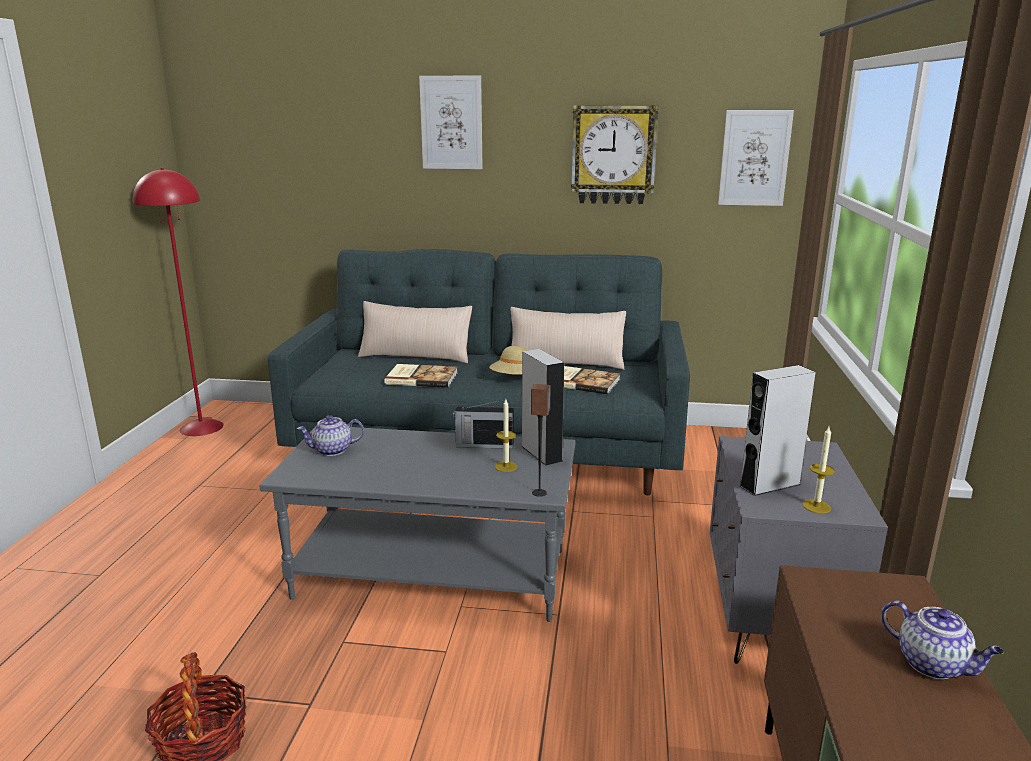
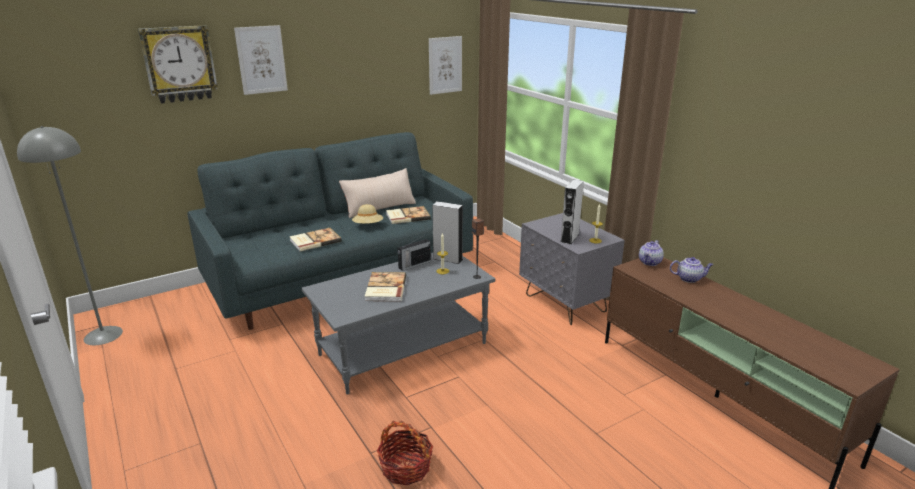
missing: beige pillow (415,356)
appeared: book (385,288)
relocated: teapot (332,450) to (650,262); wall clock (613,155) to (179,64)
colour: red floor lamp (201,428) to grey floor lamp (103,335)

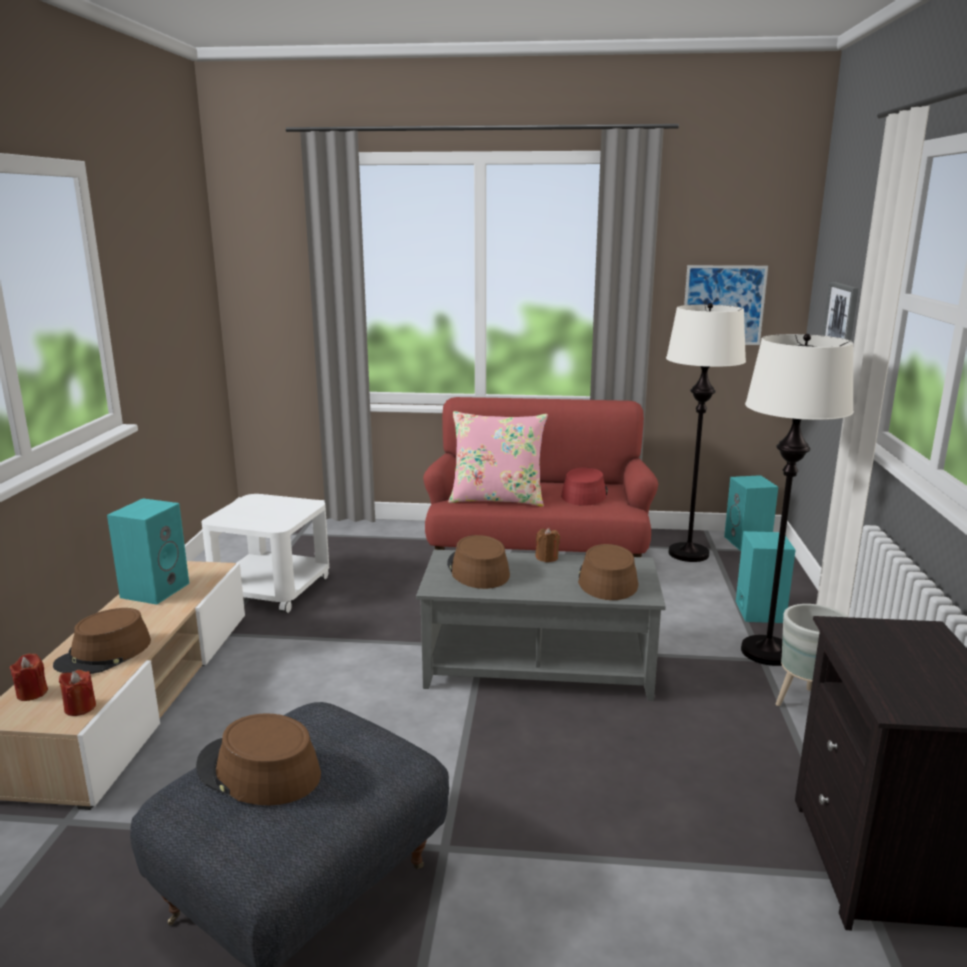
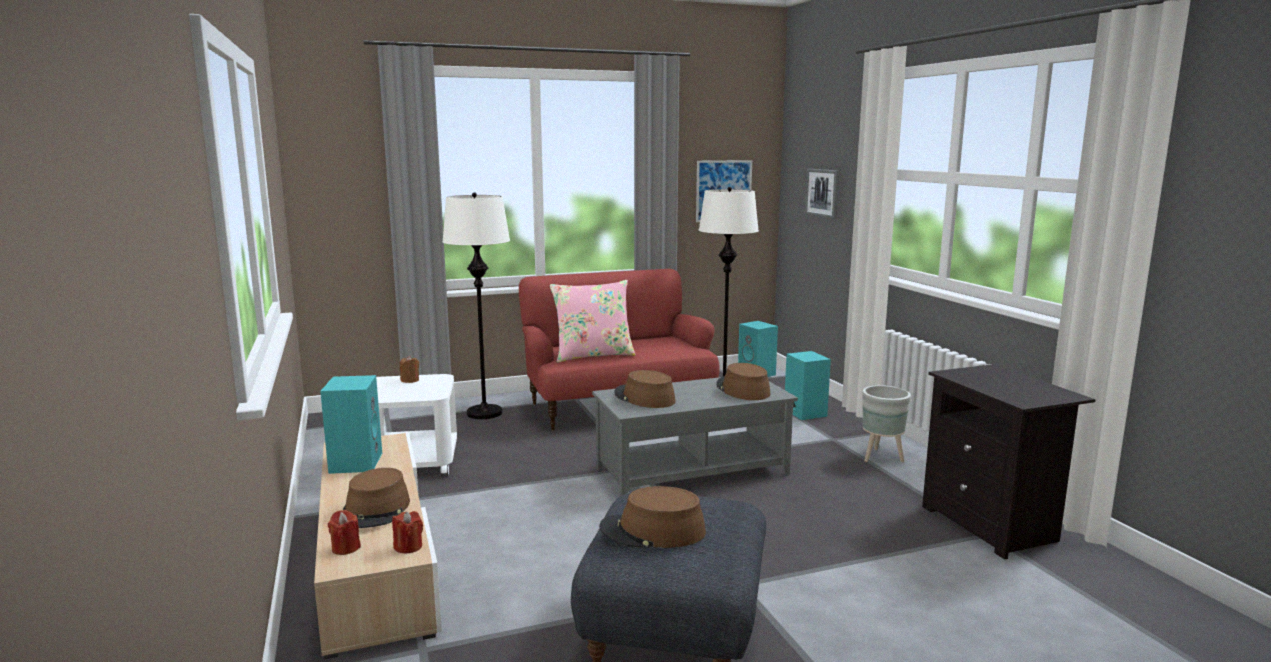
missing: red hat (584,494)
relocated: brown candle (547,558) to (410,380); white floor lamp (767,652) to (484,413)

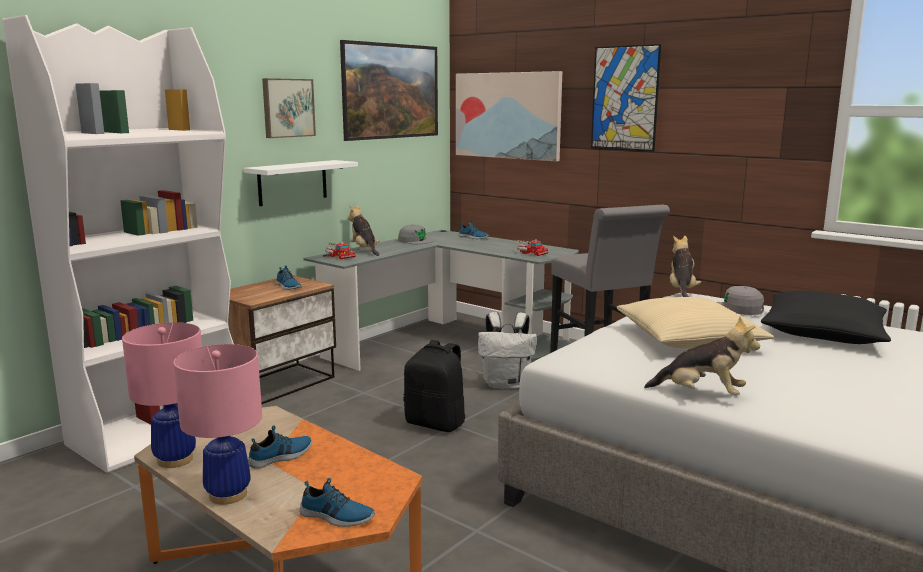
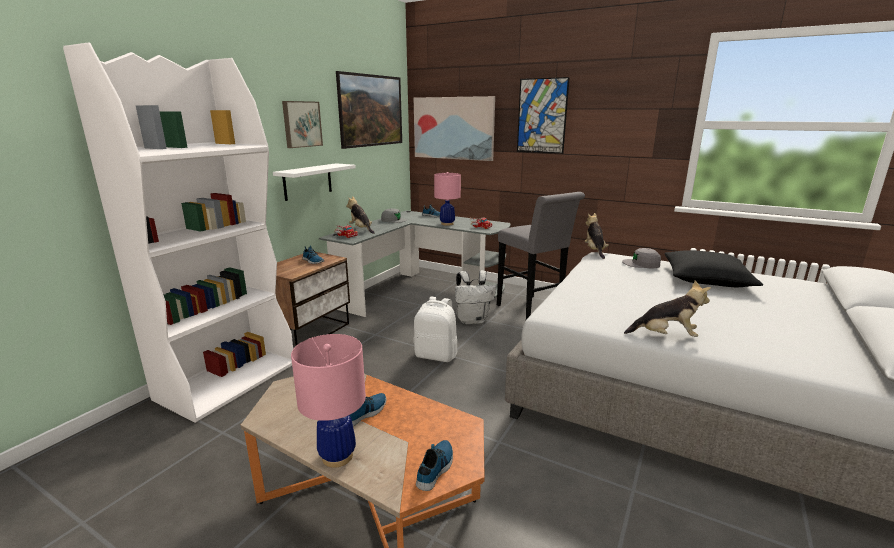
missing: beige pillow (688,338)
relocated: pink table lamp (175,460) to (447,224)
colour: black backpack (436,423) to white backpack (436,355)
spun: shoe (336,516) = (436,468) 75 degrees counterclockwise

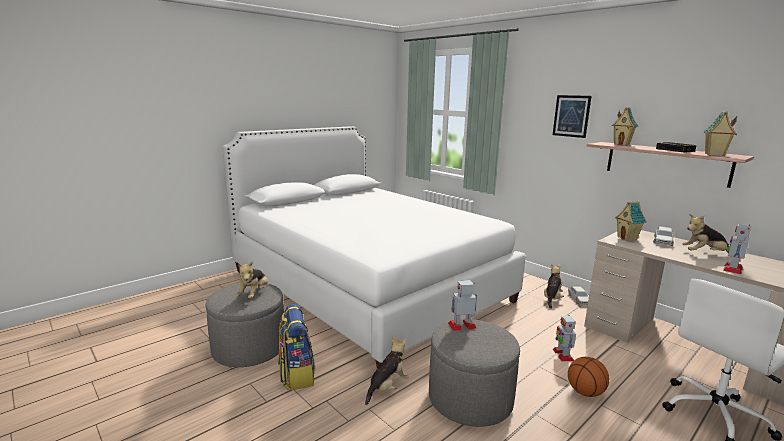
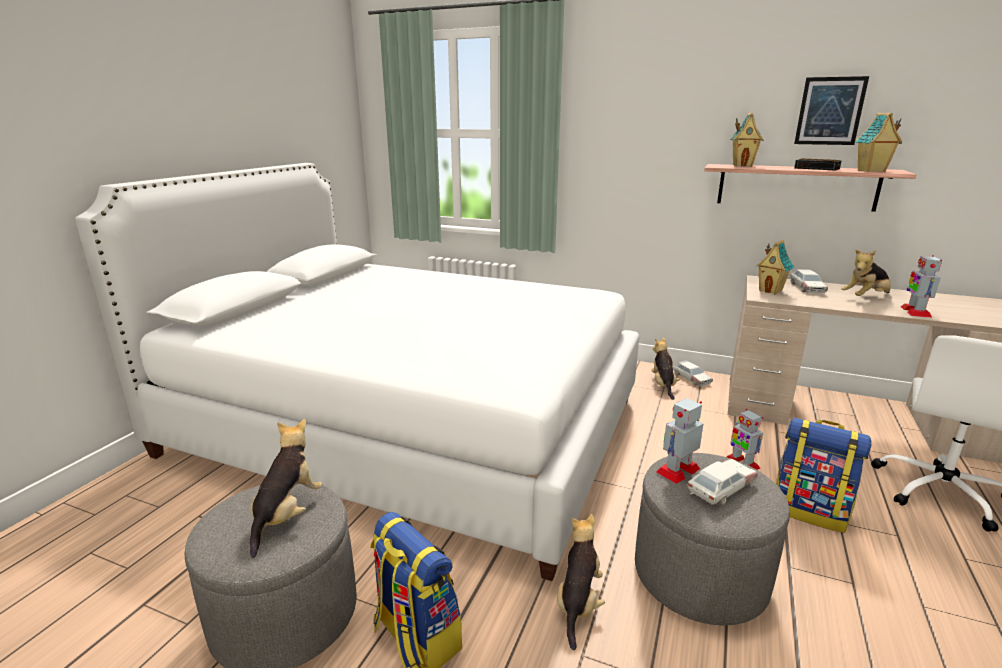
appeared: toy car (721,488)
relocated: picture (571,116) to (830,111)
exchanged: basketball (585,392) to backpack (810,511)
spun: plush toy (254,294) = (287,514) 150 degrees counterclockwise

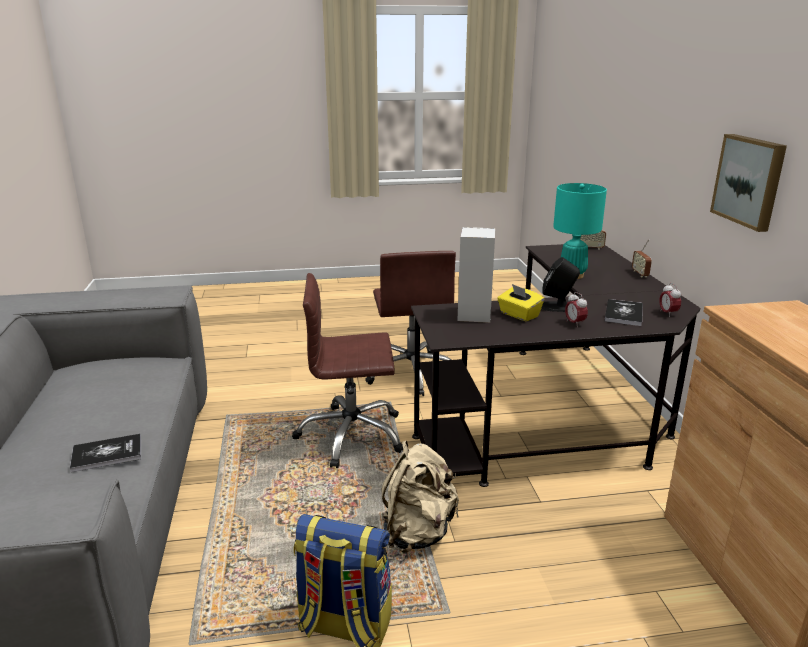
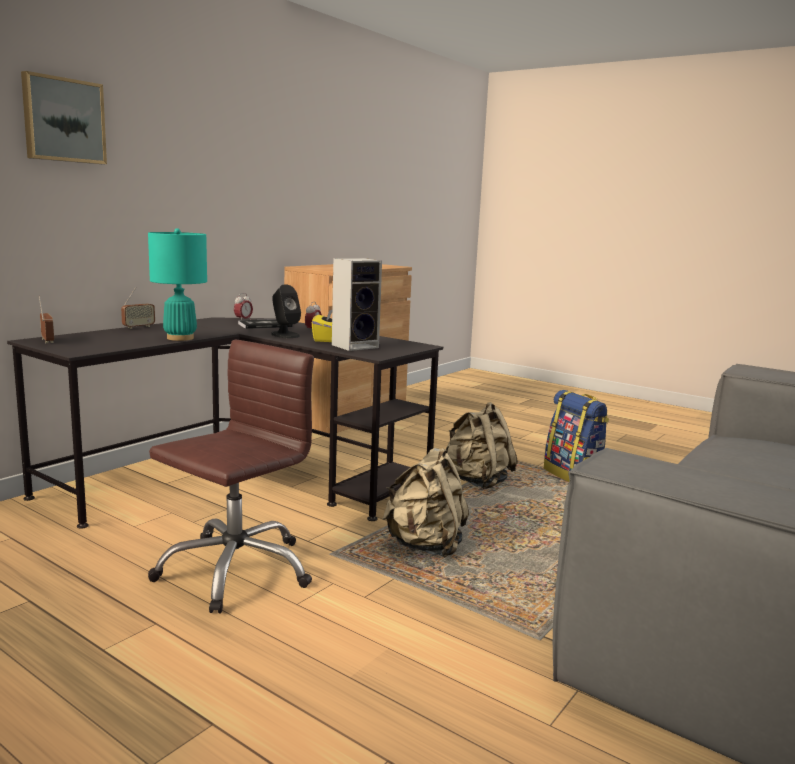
missing: book (107,454)
relocated: picture (750,181) to (63,120)
exchanged: brown office chair (351,435) to beige backpack (426,546)

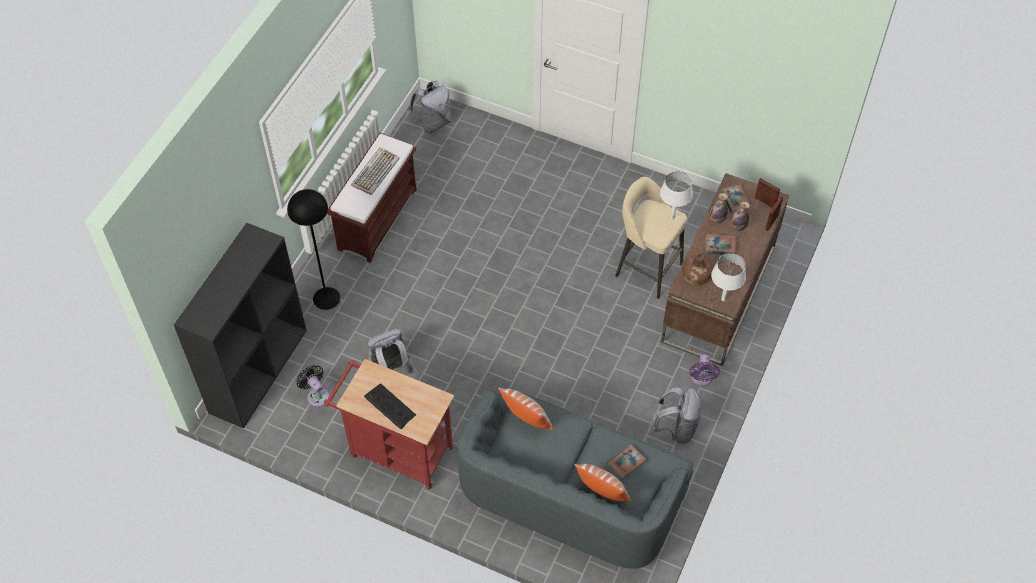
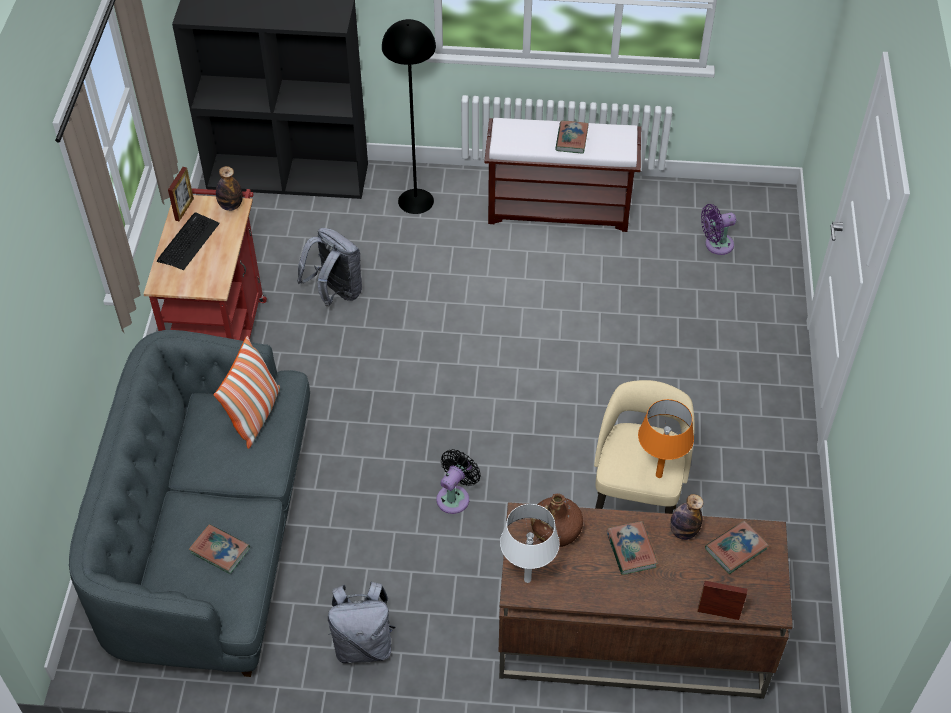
missing: grey backpack (433,123); pillow (602,493)
relocated: black fan (317,395) to (455,497); purple fan (701,378) to (716,245); bottle (737,226) to (231,206); picture frame (764,202) to (184,209)
exchanged: keyboard (375,171) to book (571,139)
colour: white table lamp (672,217) to orange table lamp (659,475)

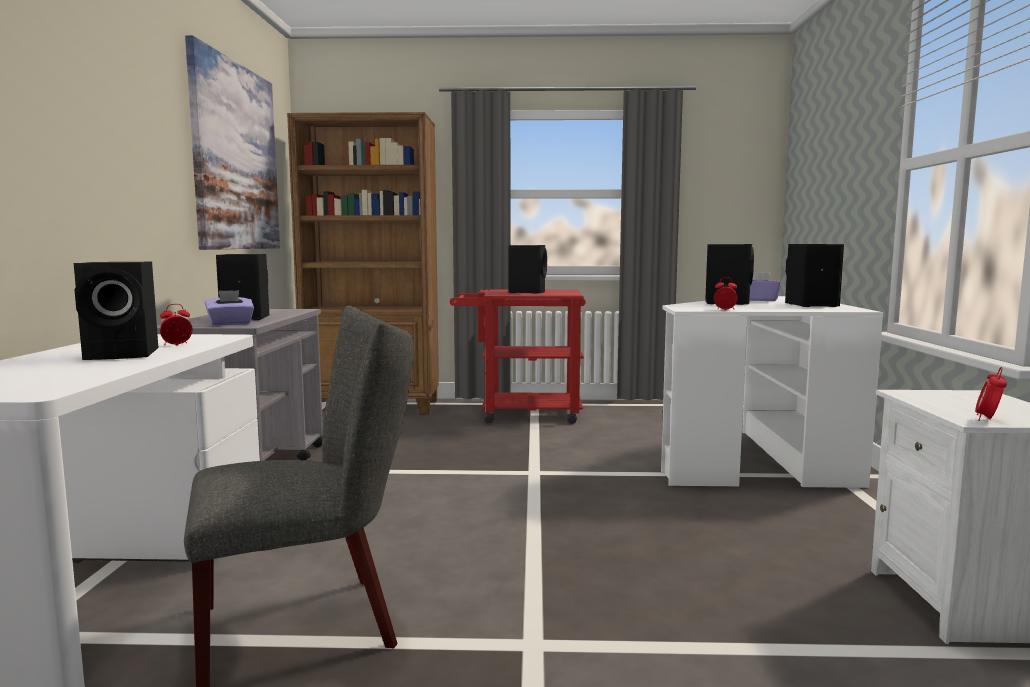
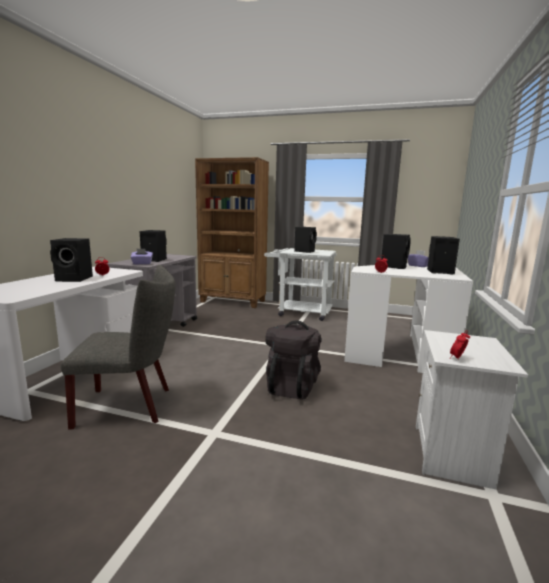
missing: picture (235,157)
appeared: black backpack (292,385)
colour: red cart (520,413) to white cart (299,312)

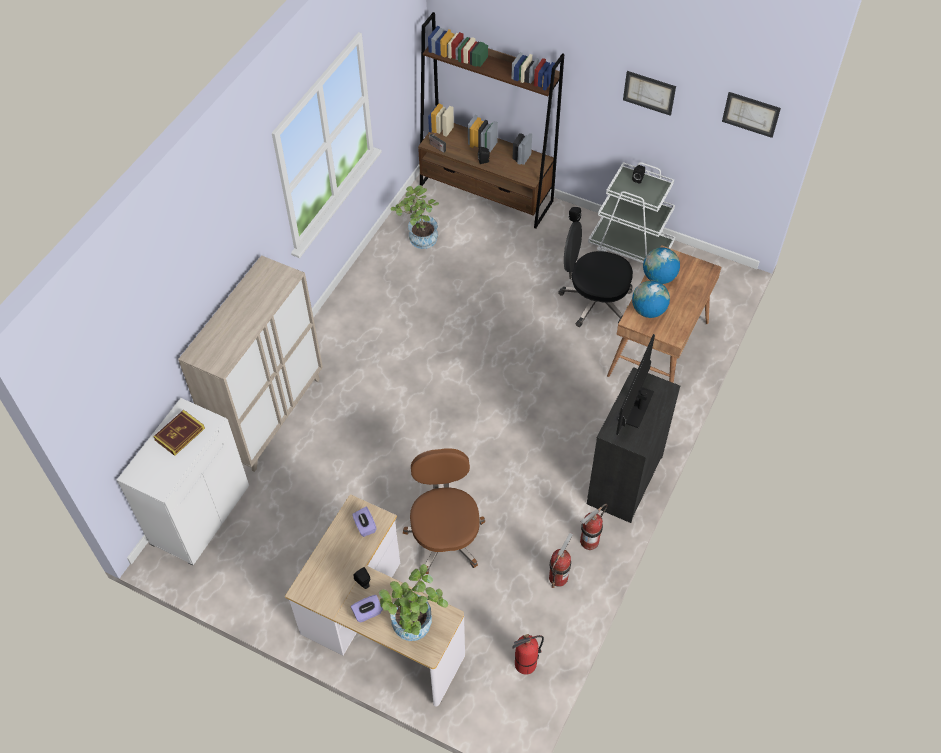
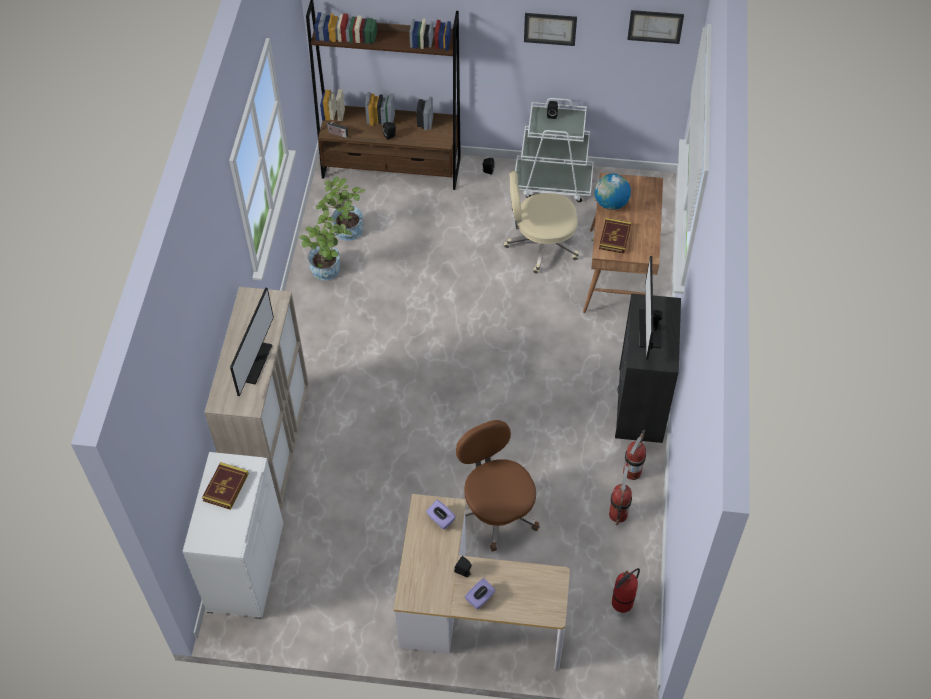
appeared: monitor (253,362)
relocated: potted plant (414,628) to (329,271)
exchanged: globe (648,310) to book (614,237)
colour: black office chair (594,301) to beige office chair (541,245)

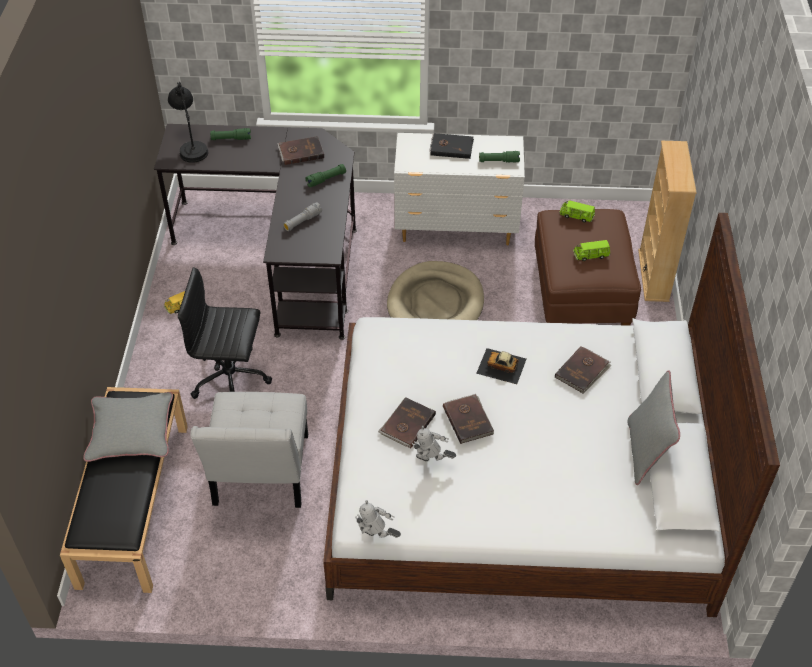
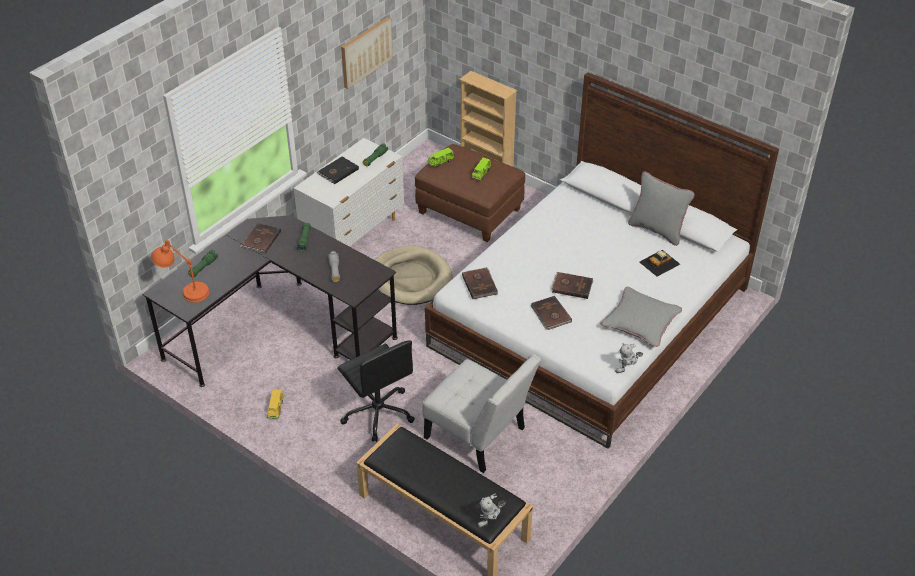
appeared: picture (366,52)
relocated: grey pillow (131,432) to (640,321); toy robot (432,462) to (491,522); toy car (501,366) to (659,263); brown book (582,371) to (480,284)
colour: black table lamp (190,145) to orange table lamp (184,291)
spun: black office chair (232,380) = (378,412) 75 degrees counterclockwise

